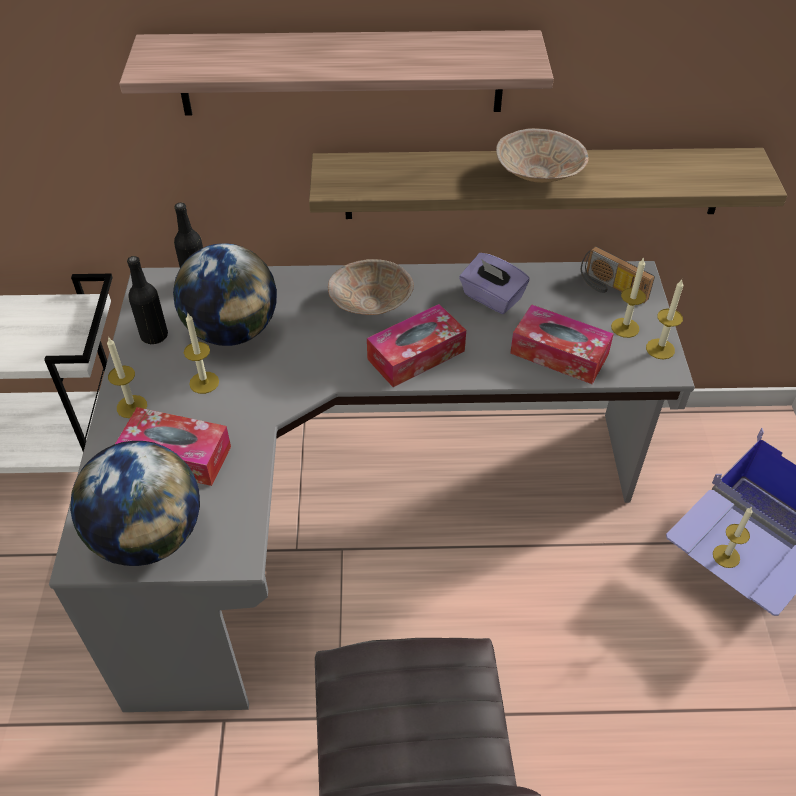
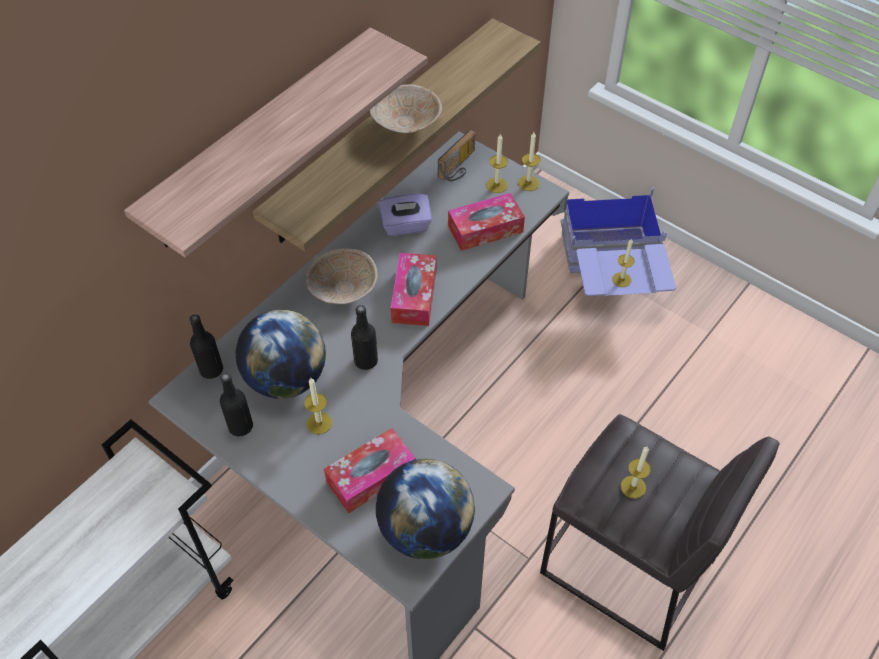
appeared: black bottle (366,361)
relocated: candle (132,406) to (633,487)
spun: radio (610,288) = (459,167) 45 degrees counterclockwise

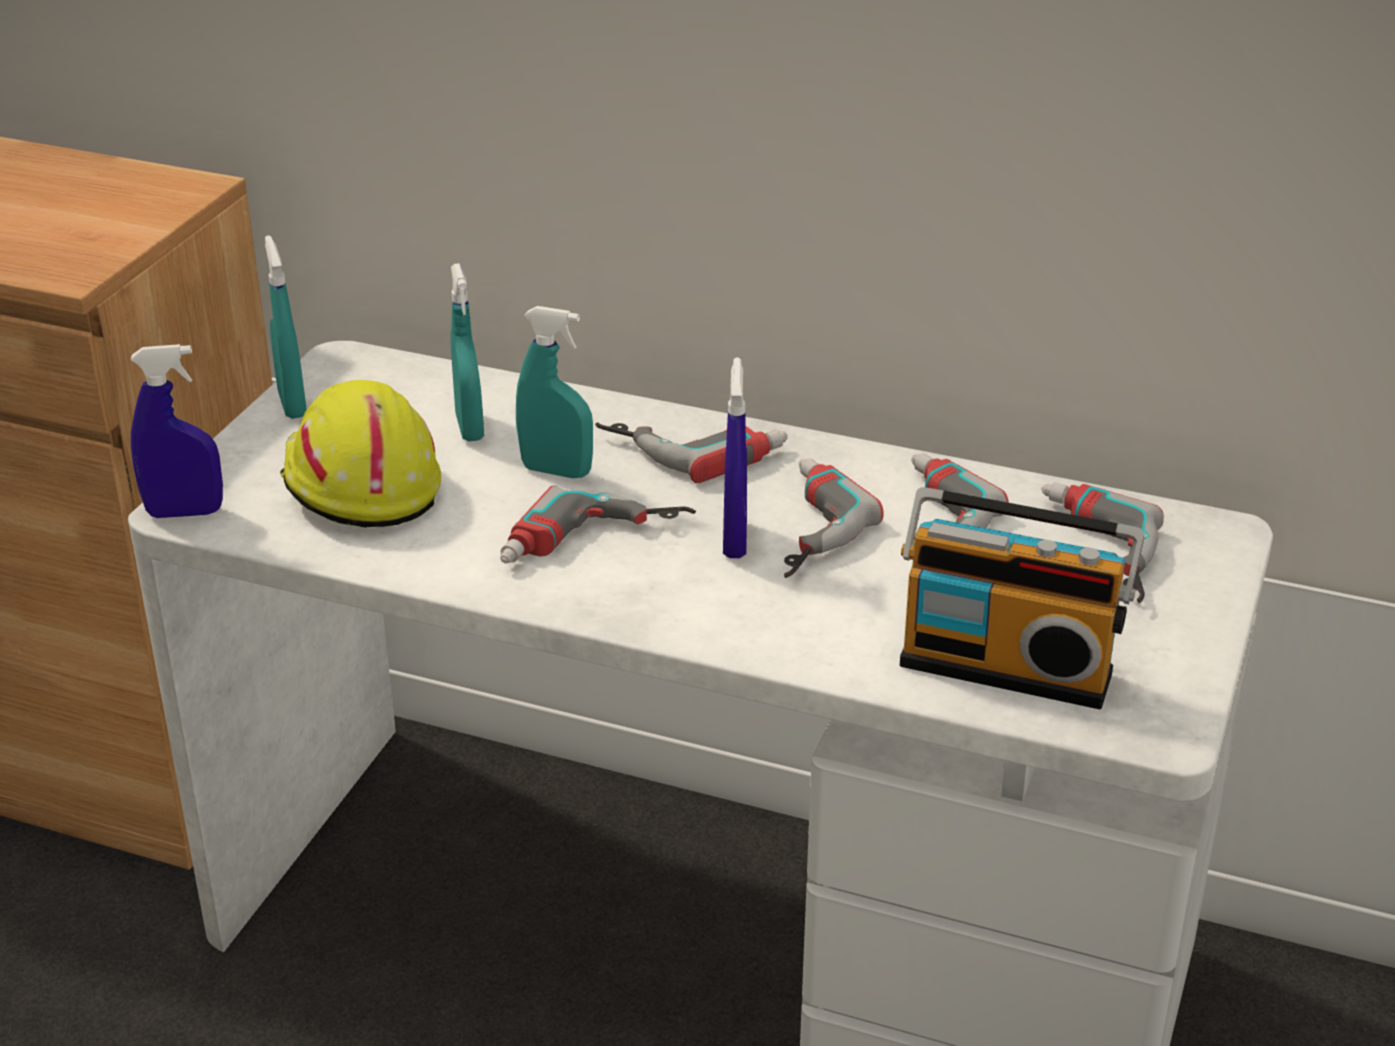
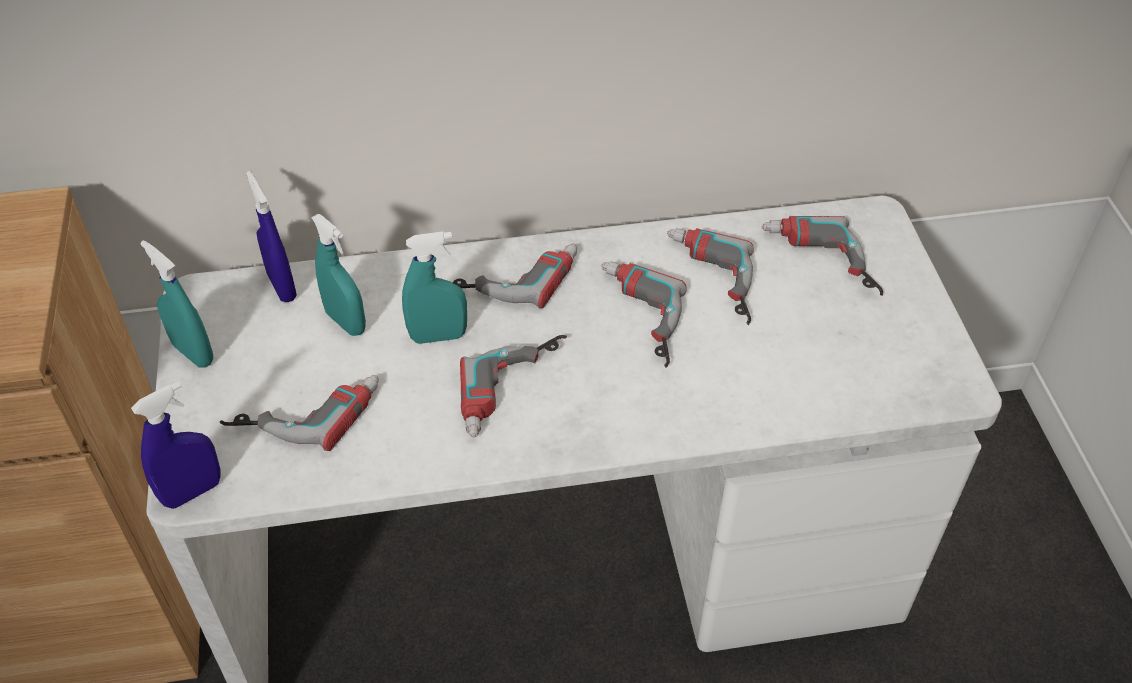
missing: radio (1008,665)
relocated: blue spray bottle (734,540) to (282,287)
exchanged: yellow hard hat (358,484) to power drill (305,408)

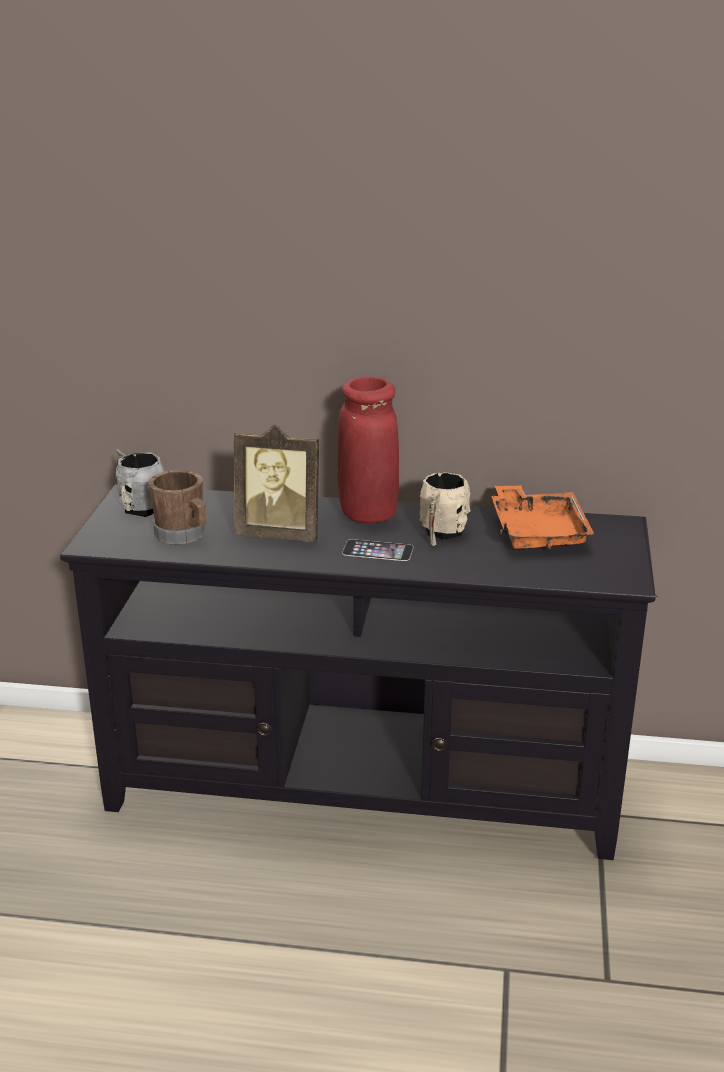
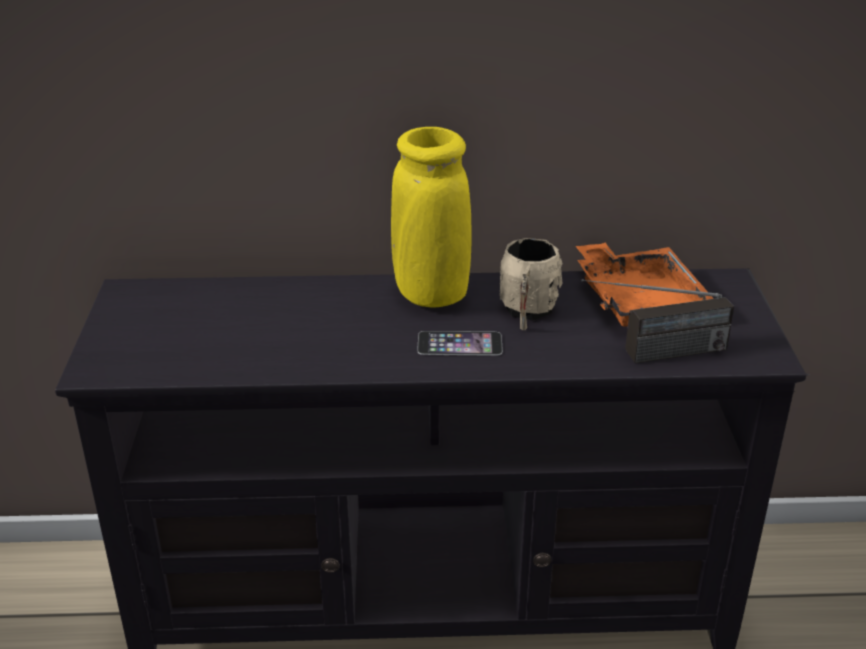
missing: grey mug (139,506); brown mug (183,535); picture frame (280,534)
appeared: radio (651,355)
colour: red vase (368,514) to yellow vase (431,294)

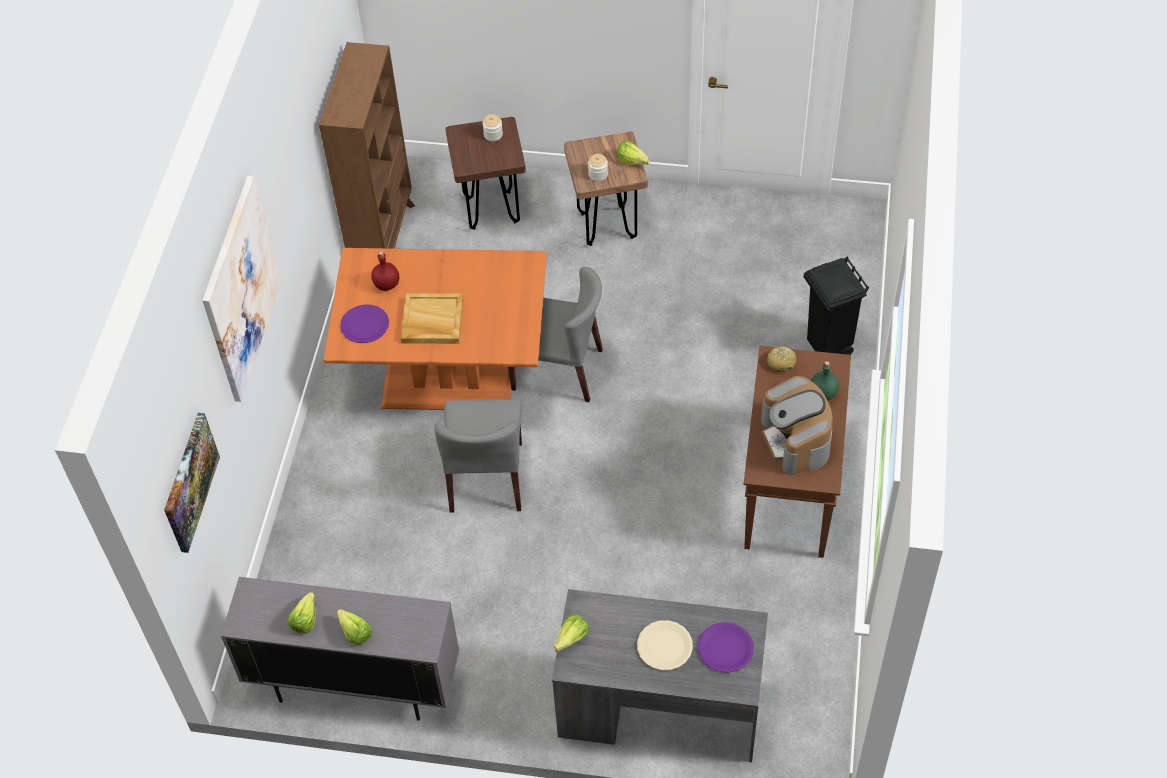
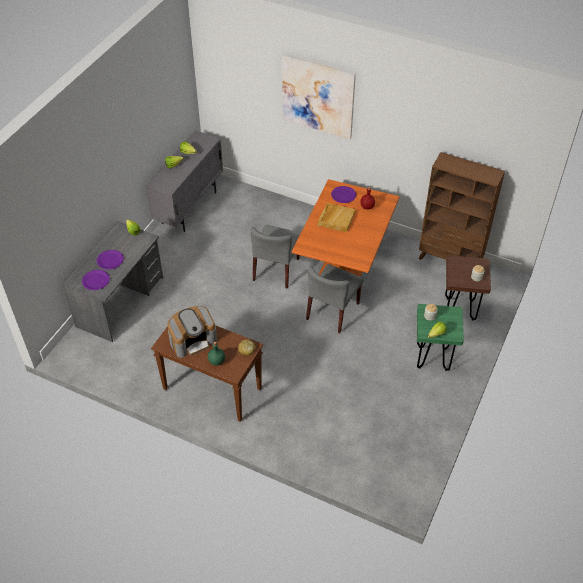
missing: picture (189,482); black trash can (828,347)
colour: brown stool (607,225) to green stool (432,358); beige plate (664,646) to purple plate (110,260)
spun: grey chair (486,477) = (276,269) 90 degrees counterclockwise; coffee machine (796,440) = (193,340) 150 degrees clockwise

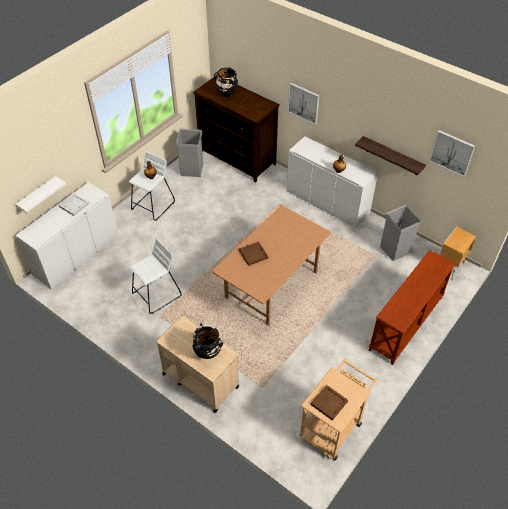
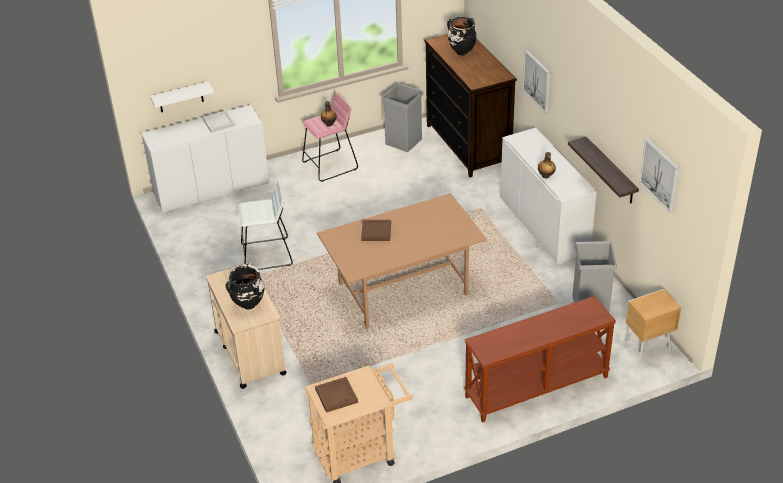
colour: white stool (153,205) to pink stool (330,165)

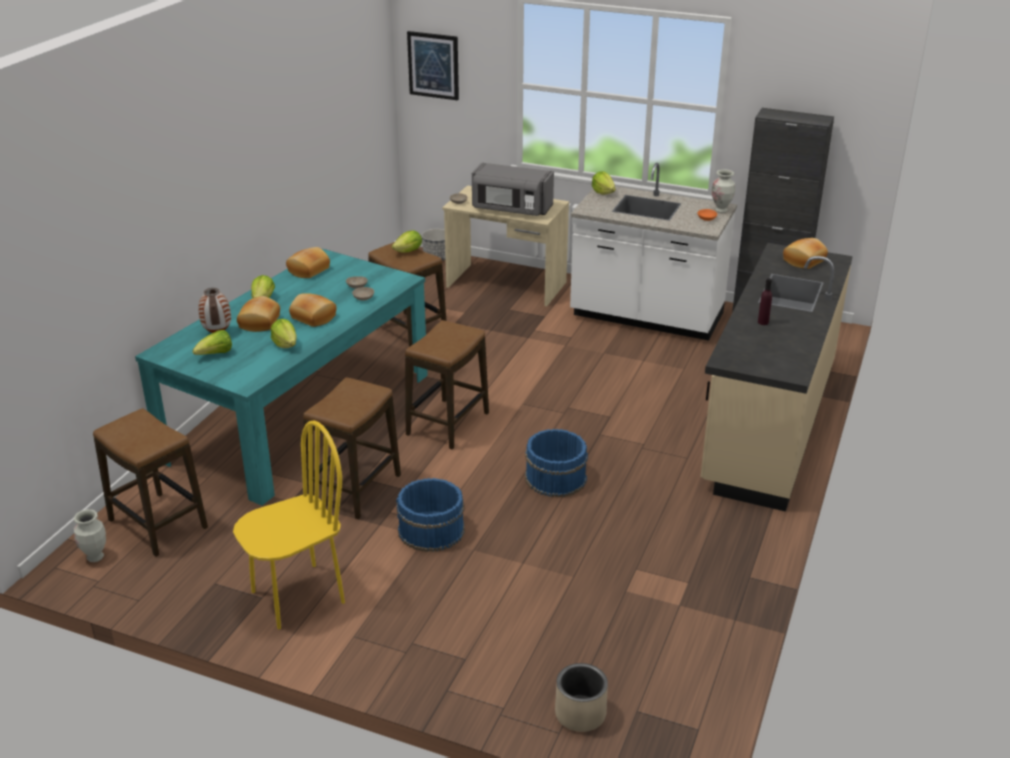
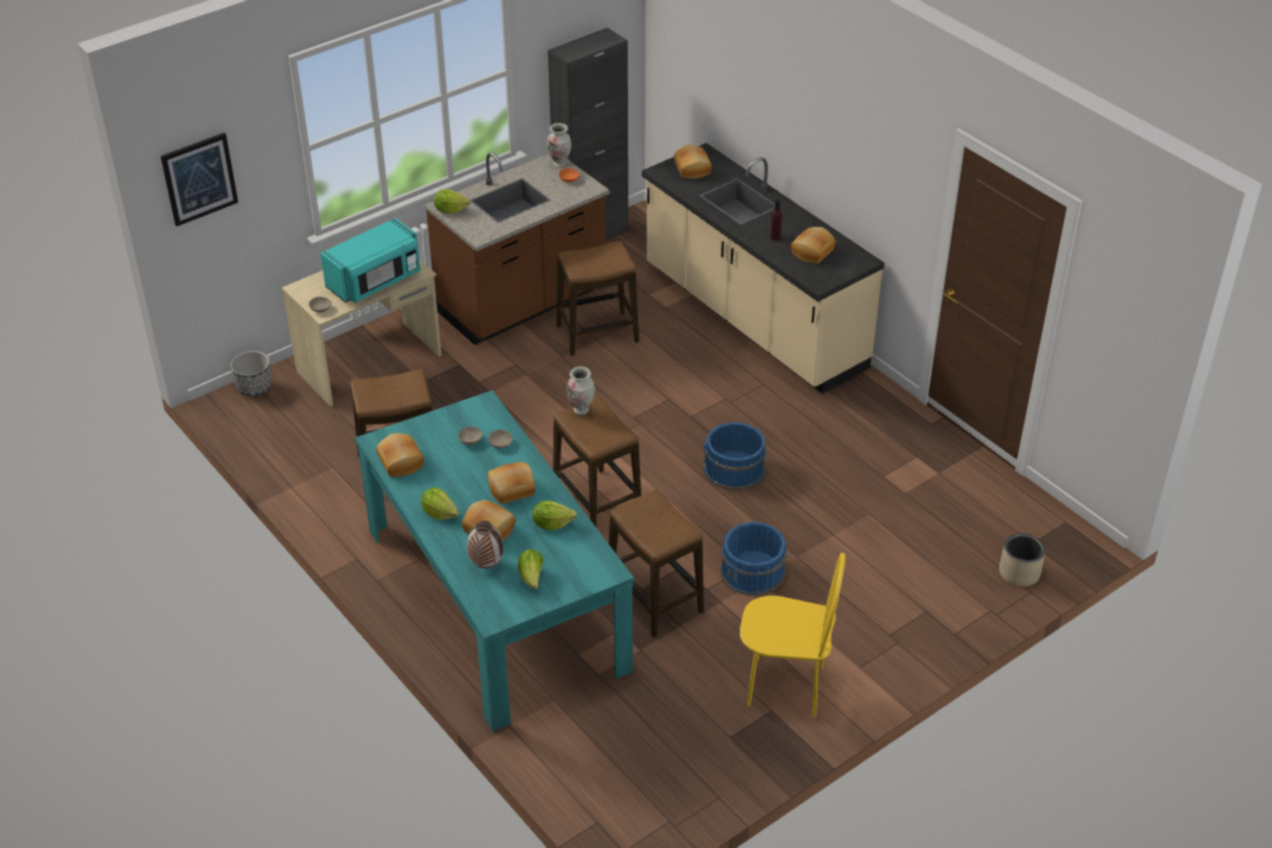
missing: lettuce (408,251)
appeared: bread (811,251)
relocated: vase (95,557) to (581,410); stool (157,524) to (597,334)
colour: grey microwave (511,209) to turquoise microwave (375,281); white counter (646,316) to brown counter (523,303)
spun: yellow chair (297,596) = (785,686) 105 degrees clockwise

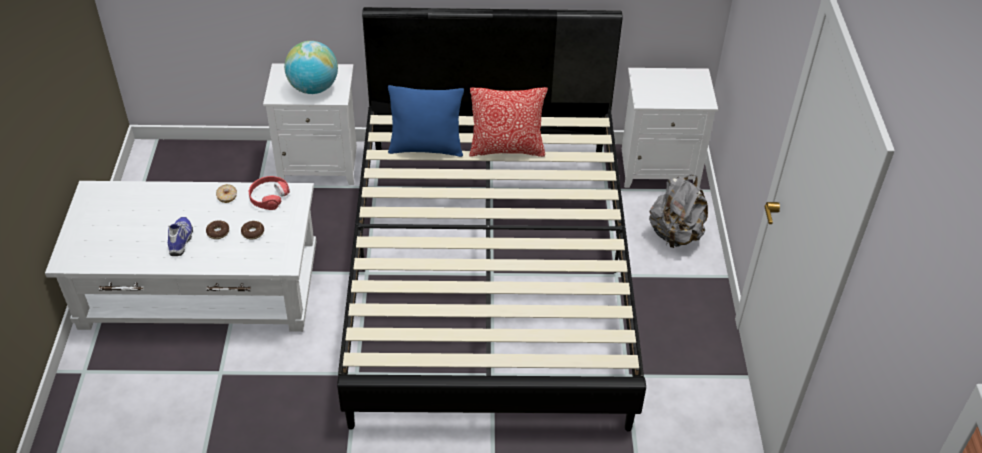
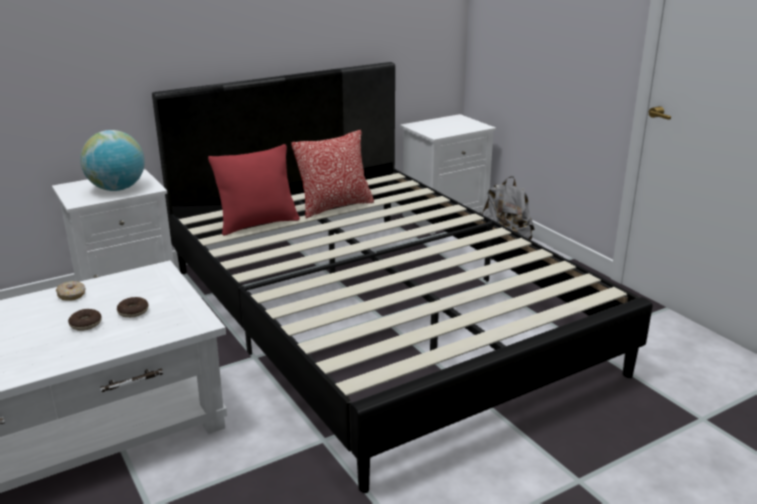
missing: shoe (181,240); red headphones (269,197)
colour: blue pillow (426,148) to red pillow (258,224)

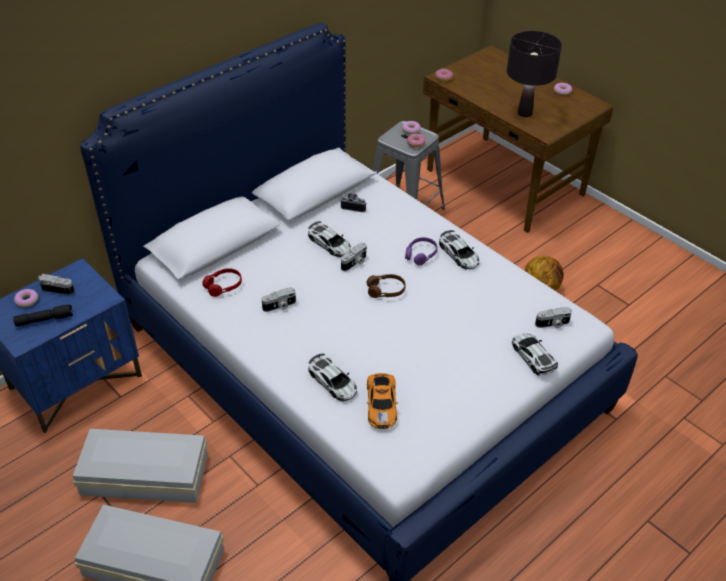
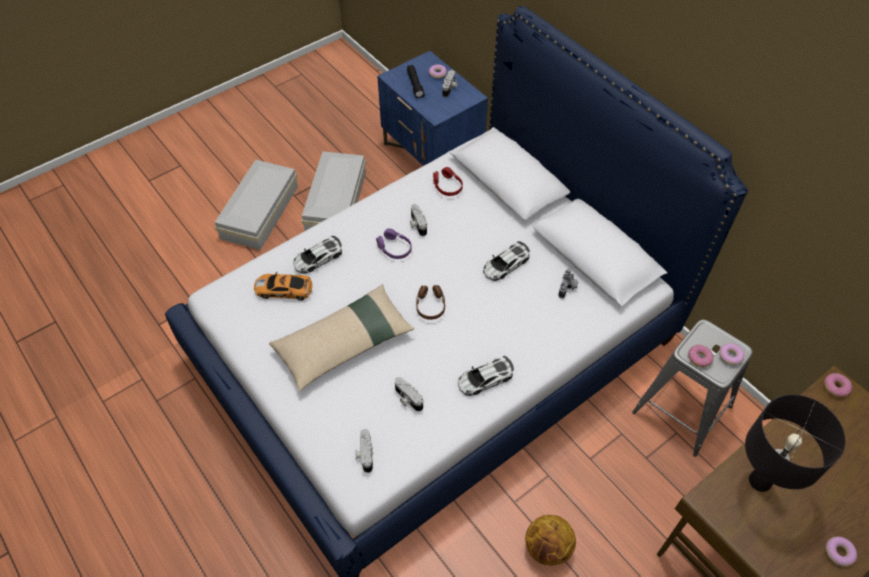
missing: toy car (533,356)
appeared: beige pillow (344,343)
relocated: photo camera (354,263) to (407,399); purple headphones (420,255) to (394,248)

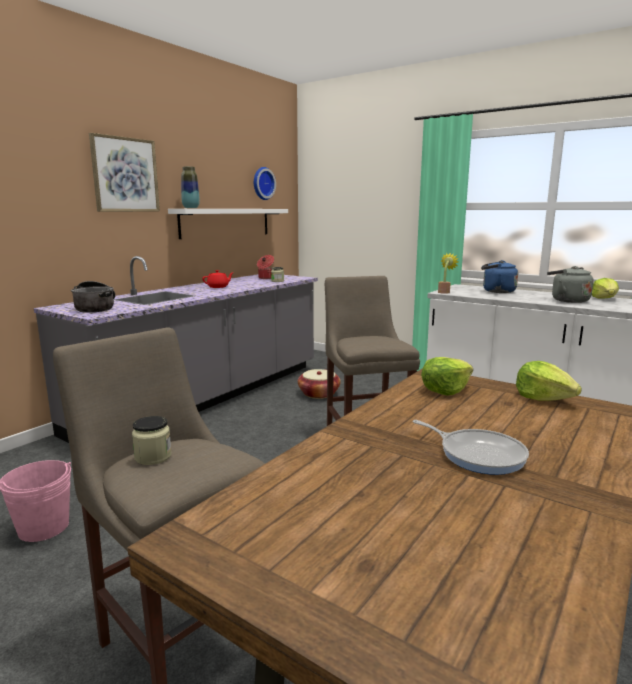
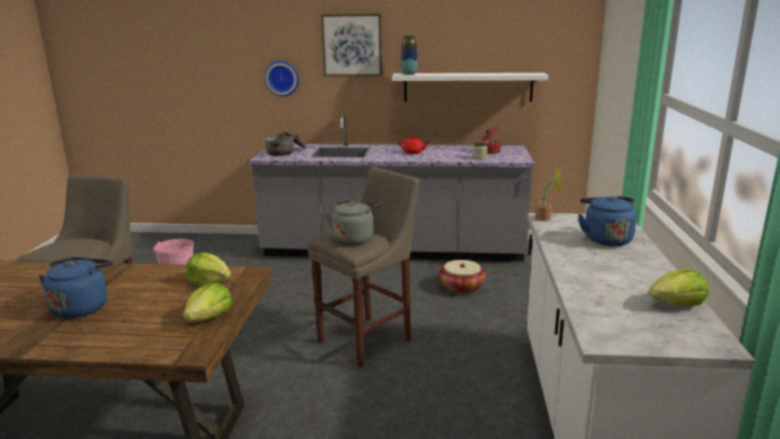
missing: jar (153,457)
relocated: wall clock (262,183) to (282,78); grey kettle (567,300) to (354,239)
exchanged: frying pan (478,454) to blue kettle (82,307)

